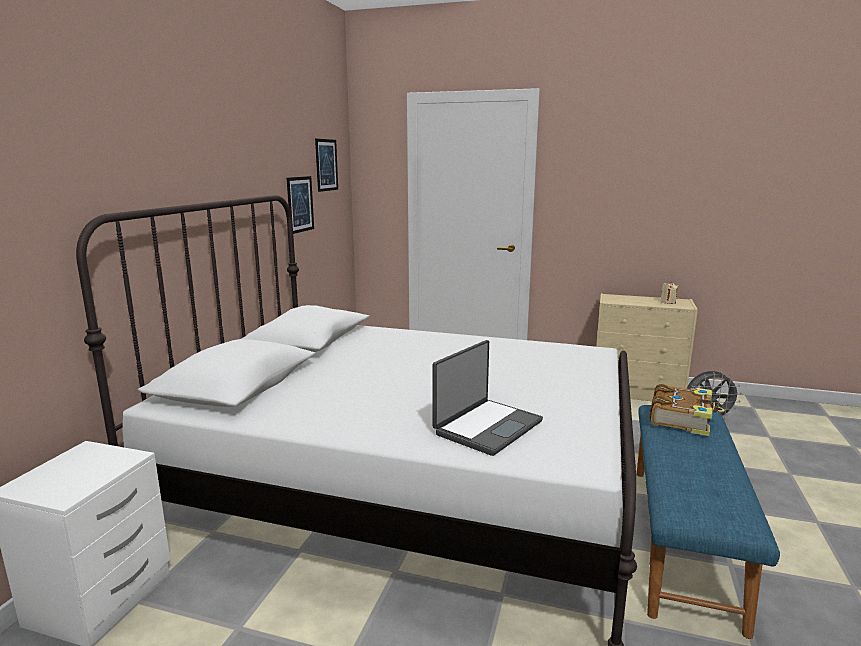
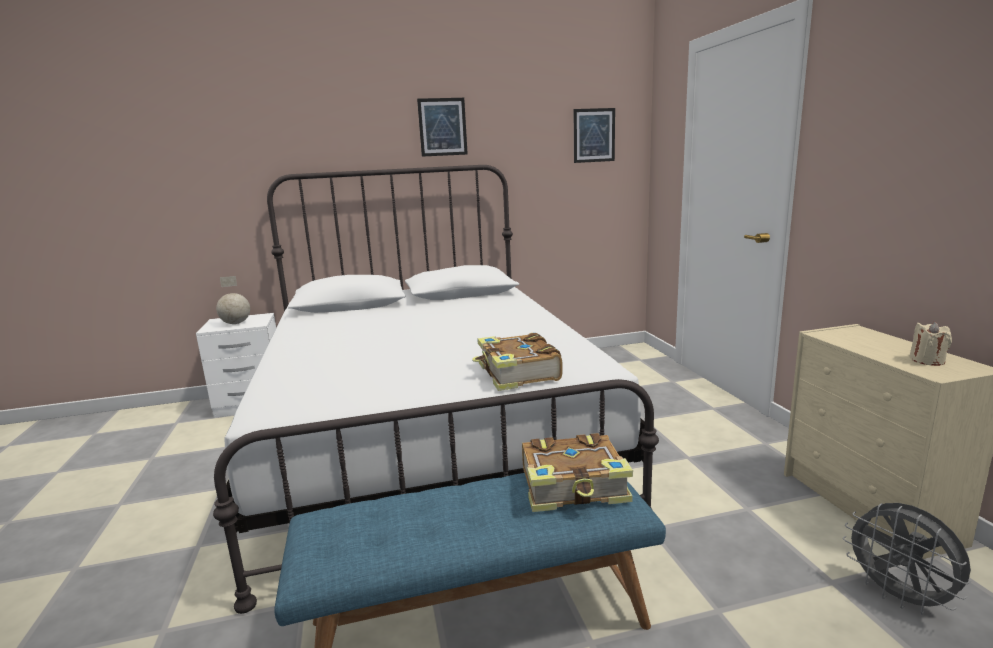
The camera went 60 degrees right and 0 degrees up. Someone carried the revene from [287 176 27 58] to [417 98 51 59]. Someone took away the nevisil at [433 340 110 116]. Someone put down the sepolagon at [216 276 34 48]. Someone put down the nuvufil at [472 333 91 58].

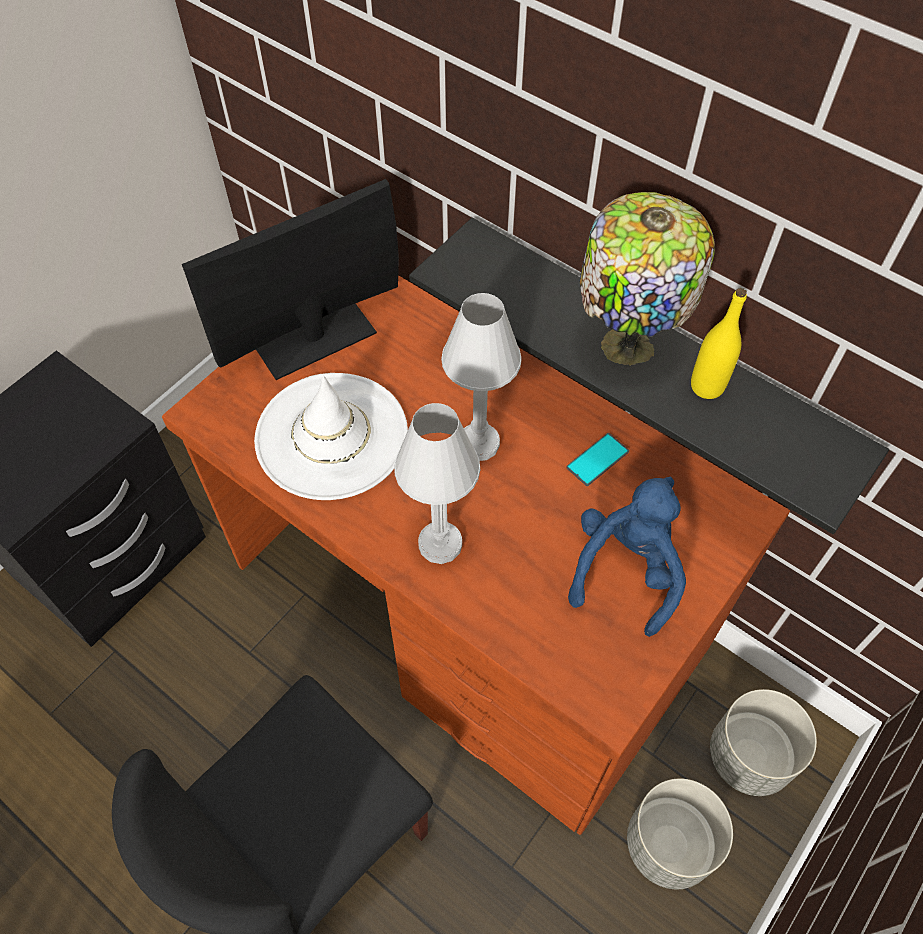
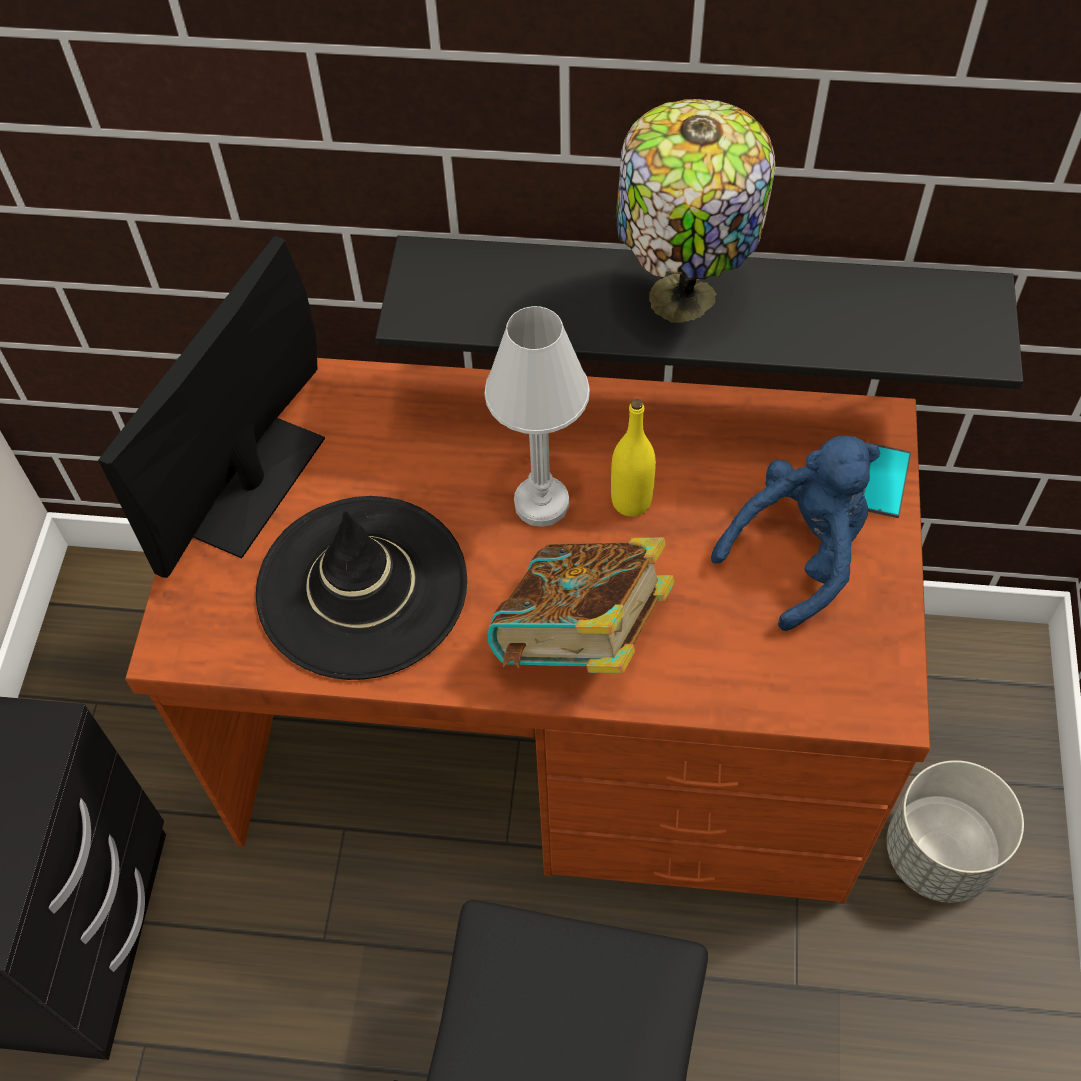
The camera went 30 degrees left and 0 degrees up. Someone repainted the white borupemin at [254 373 154 127], which became the black borupemin at [256 496 211 184]. Someone swapped the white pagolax at [394 403 86 161] for the nuvufil at [487 537 188 137]. Someone carried the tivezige from [566 433 63 53] to [864 444 47 74]. Someone rotated the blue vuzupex at [568 477 118 160] by 60 degrees clockwise. Someone carried the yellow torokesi from [691 288 56 111] to [611 399 45 118]. Someone took away the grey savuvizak at [710 689 107 107].

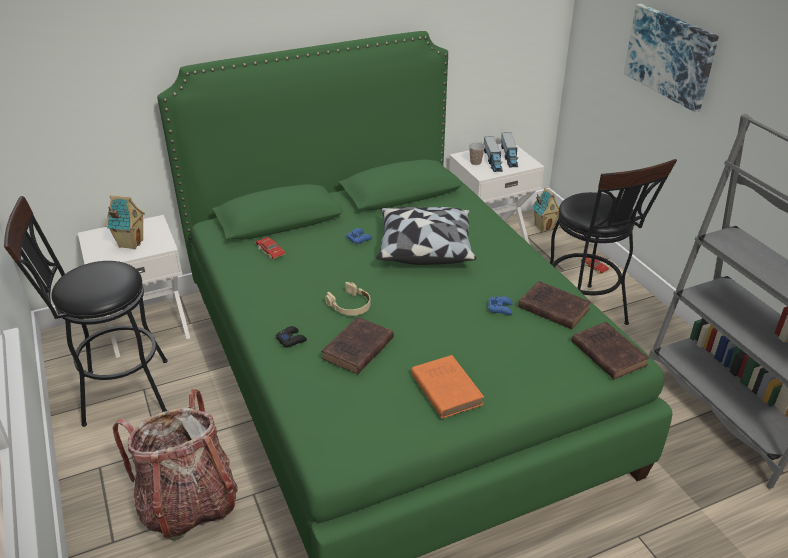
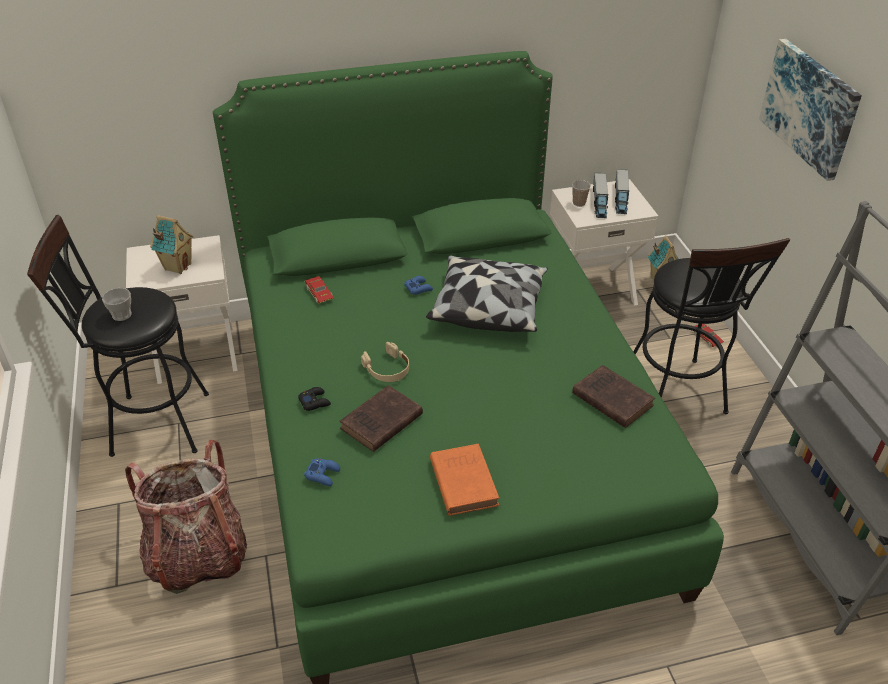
The camera went 10 degrees right and 5 degrees up. Someone carried the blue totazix from [488 296 25 19] to [304 458 36 28]. Someone took away the brown nuvufil at [572 322 77 58]. Someone put down the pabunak at [102 288 30 33].

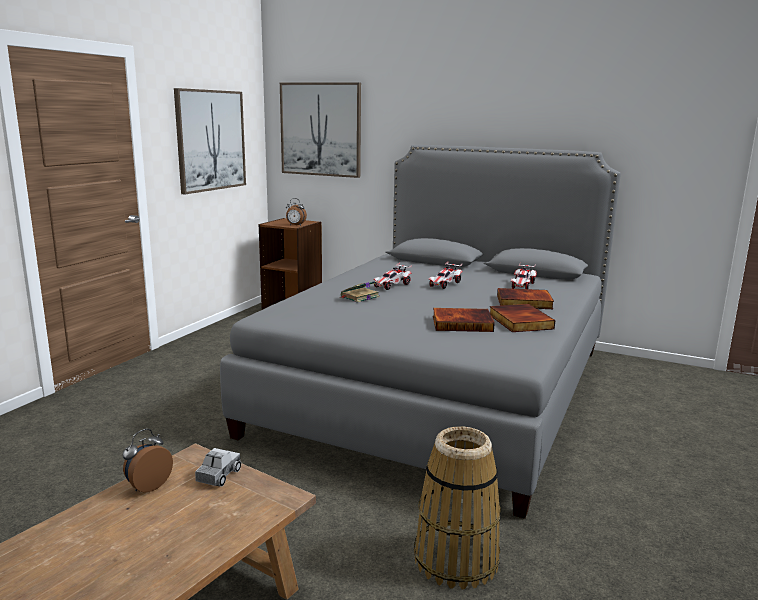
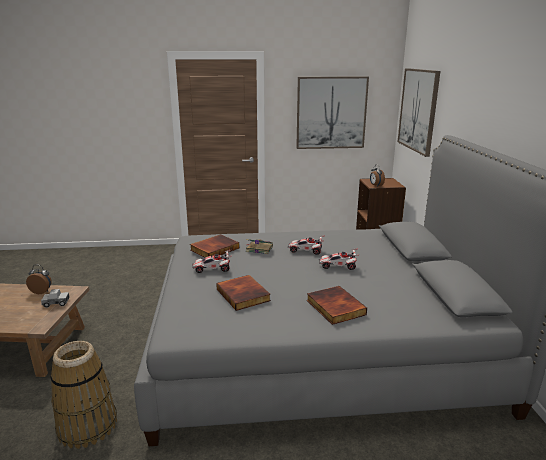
The camera went 60 degrees right and 5 degrees up. Someone carried the nuvufil from [490 304 65 28] to [190 234 49 23]. Someone carried the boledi from [511 263 26 26] to [192 250 40 23].

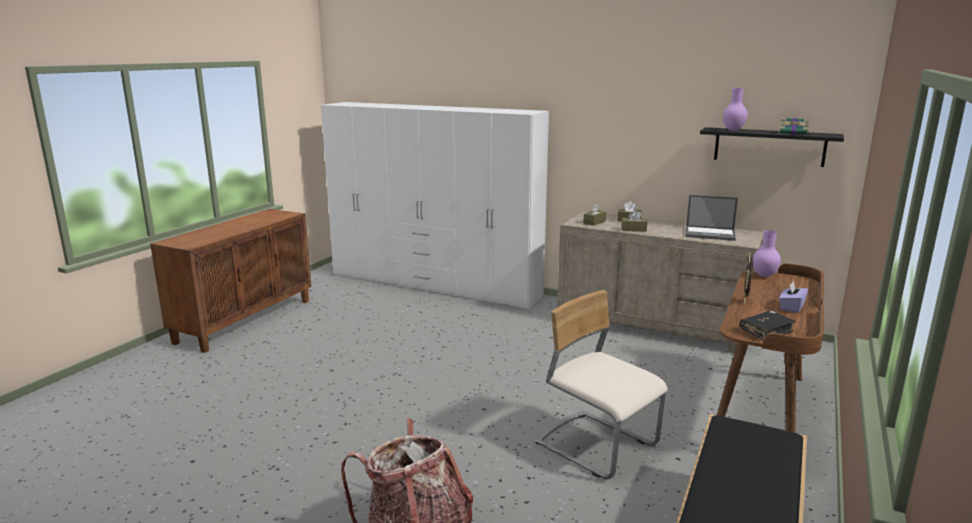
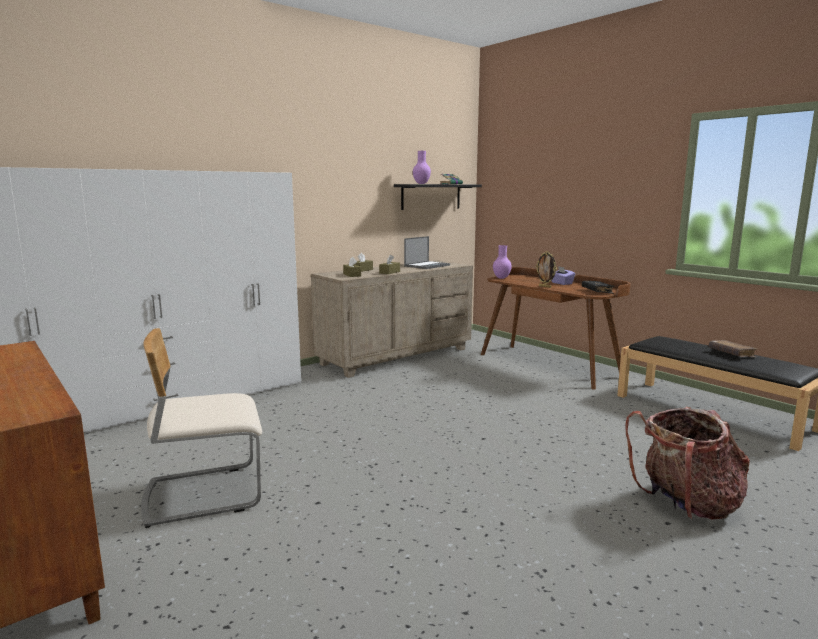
The camera went 65 degrees left and 5 degrees down. Someone carried the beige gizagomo from [535 290 133 189] to [141 328 121 200]. Someone put down the brown nuvufil at [709 340 48 17].

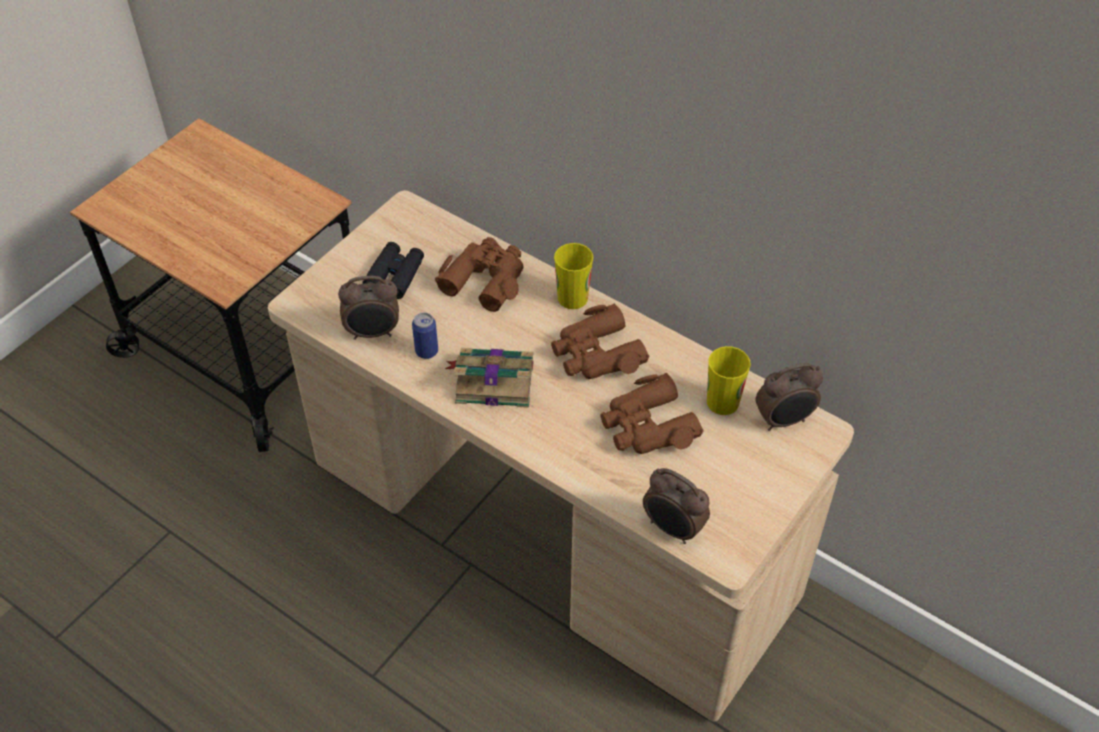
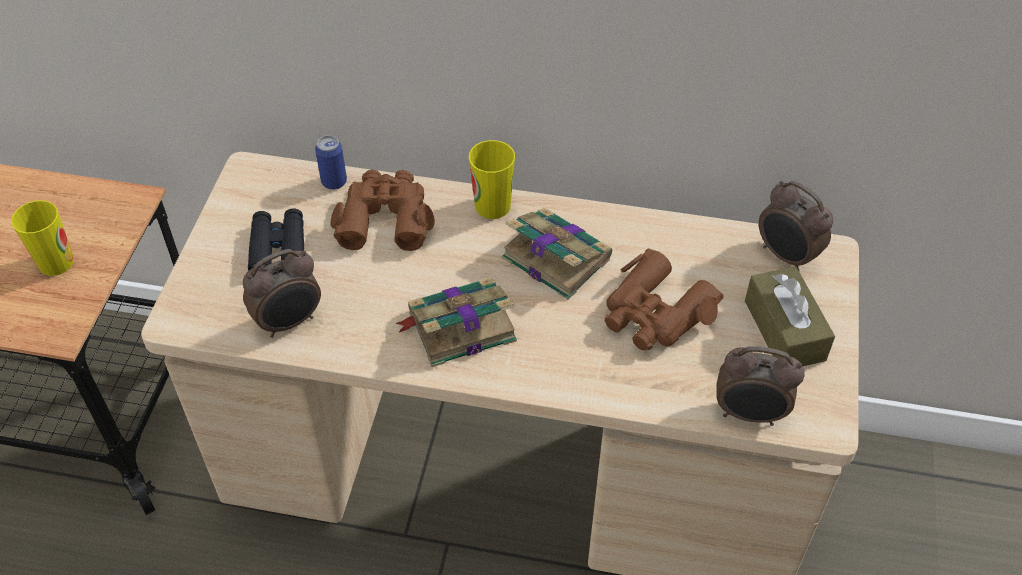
The camera went 25 degrees left and 0 degrees up. Someone carried the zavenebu from [412 312 26 47] to [315 135 32 55]. Someone swapped the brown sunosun at [551 303 98 76] for the nuvufil at [502 208 110 92]. Someone carried the pabunak from [707 346 44 69] to [11 200 63 76]. Someone rotated the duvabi at [756 363 67 68] by 90 degrees clockwise. Someone put down the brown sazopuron at [745 267 90 99].

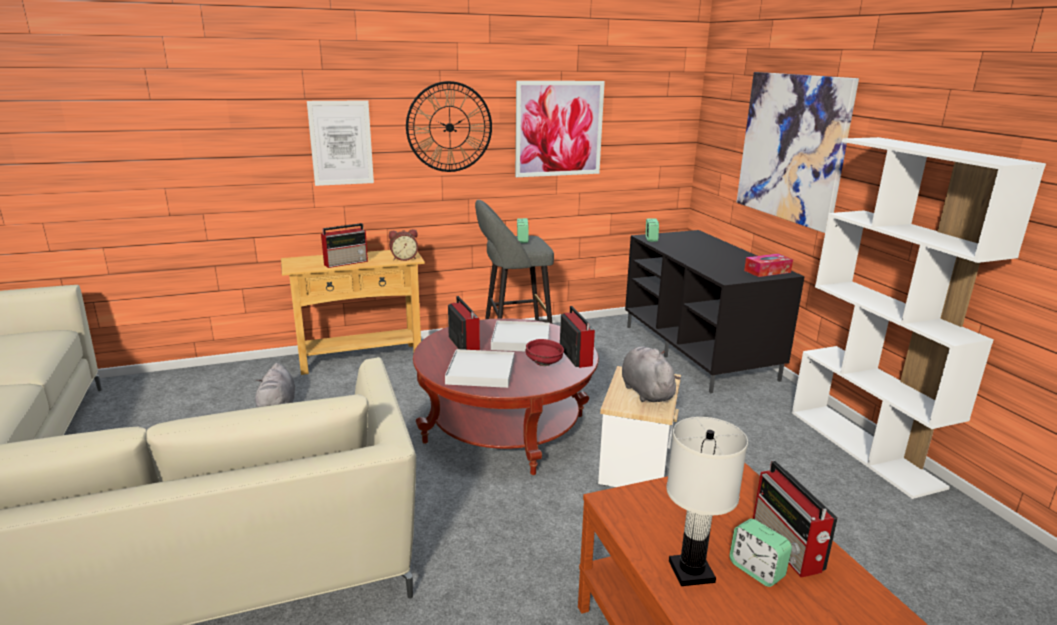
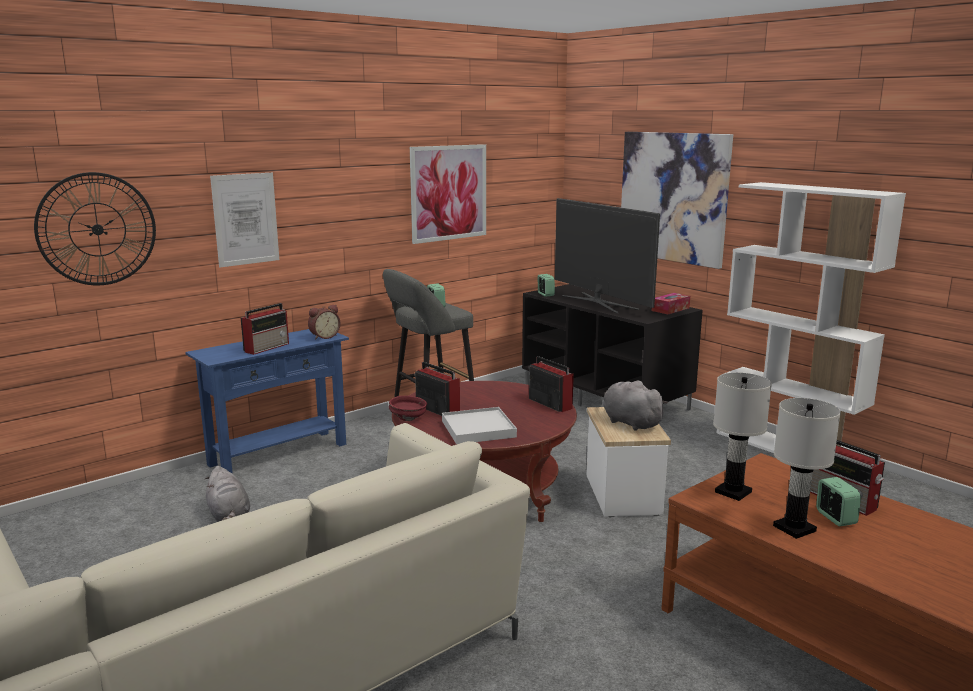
The camera went 20 degrees left and 5 degrees down. Someone repainted the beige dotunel at [281 250 144 125], which became the blue dotunel at [185 329 164 145]. Someone carried the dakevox from [406 81 86 91] to [34 172 122 113]. Someone took away the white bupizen at [491 321 58 30]. Someone carried the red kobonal from [525 339 39 27] to [389 396 38 25]. Someone rotated the duvabi at [729 519 63 68] by 135 degrees counterclockwise. Someone put down the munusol at [555 198 105 115]. Someone put down the white pagolax at [713 372 59 129].

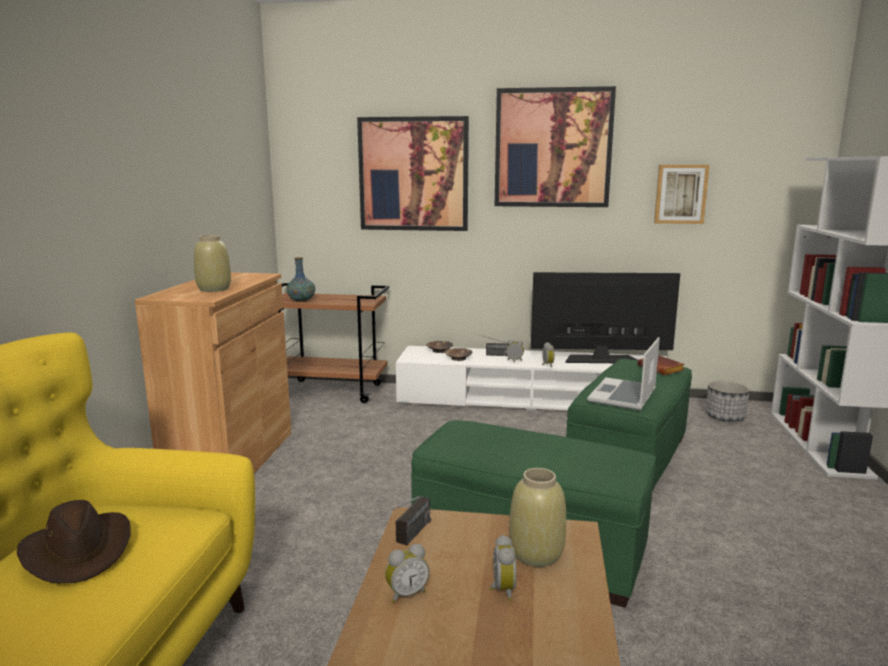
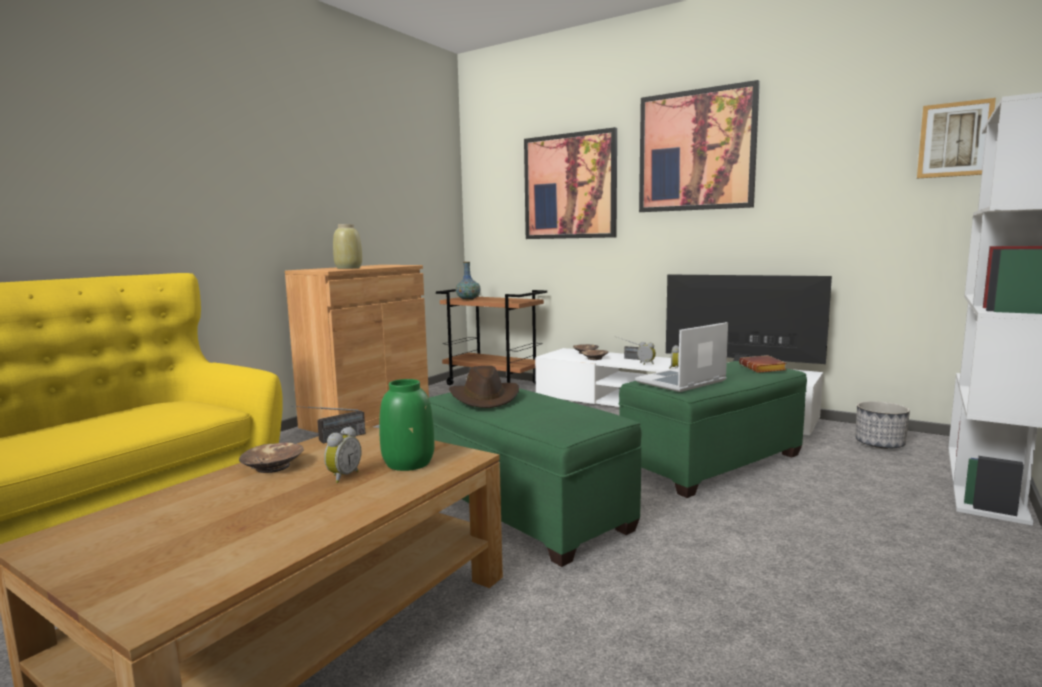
The camera went 25 degrees right and 5 degrees down. Someone carried the brown borupemin from [17 500 114 83] to [449 366 70 42]. Someone swapped the duvabi at [385 544 44 59] for the brown kobonal at [239 442 65 31]. Someone repainted the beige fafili at [509 468 57 99], which became the green fafili at [379 379 56 92]. Someone carried the revene from [654 165 56 59] to [917 98 79 80].

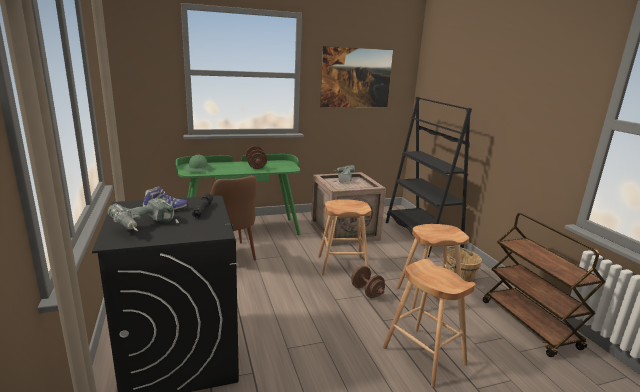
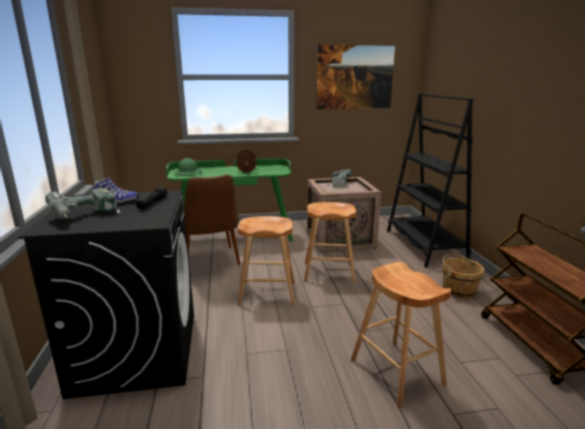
The camera went 10 degrees right and 0 degrees up. Someone took away the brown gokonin at [351 266 34 32]. Someone carried the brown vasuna from [397 224 72 86] to [238 216 57 90].

